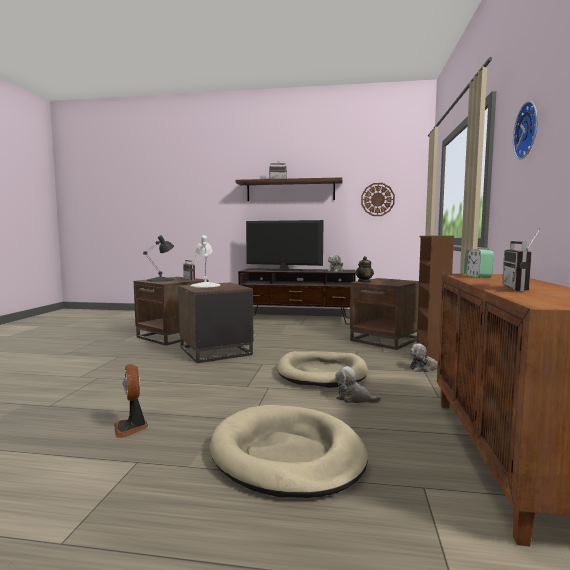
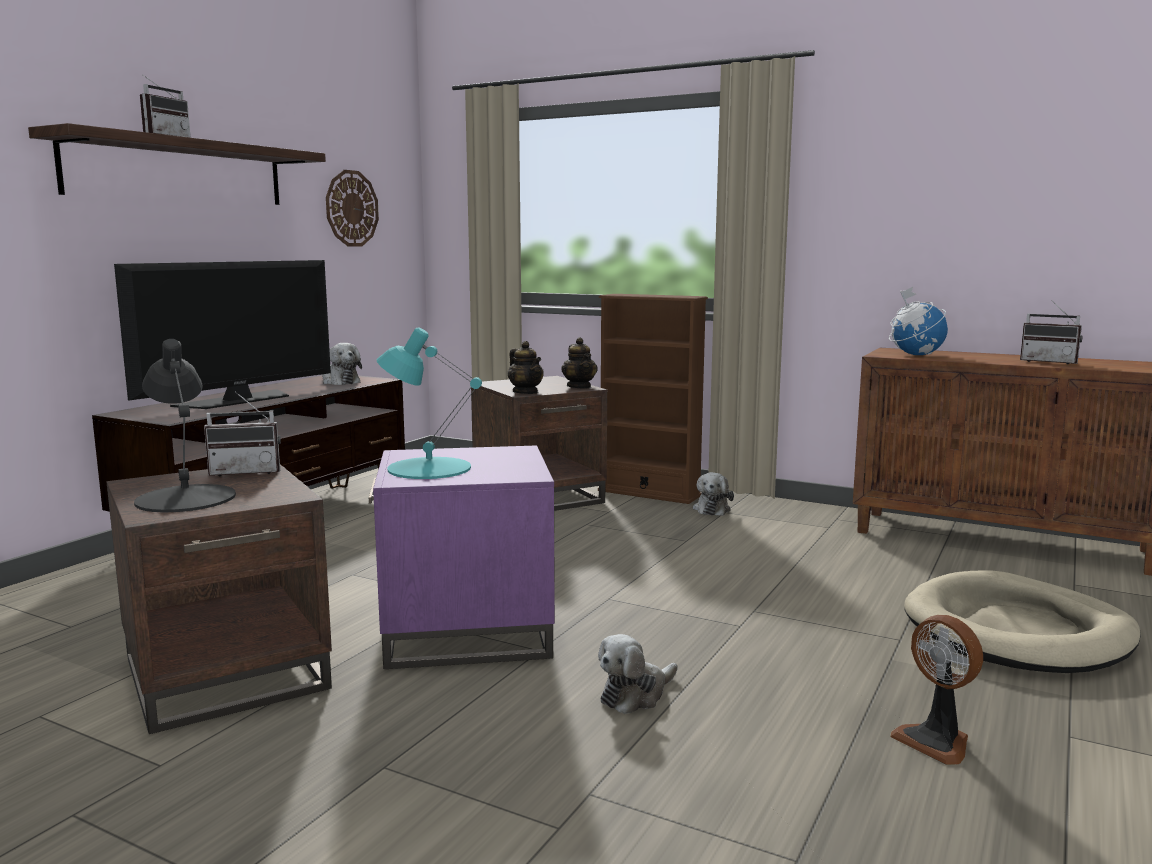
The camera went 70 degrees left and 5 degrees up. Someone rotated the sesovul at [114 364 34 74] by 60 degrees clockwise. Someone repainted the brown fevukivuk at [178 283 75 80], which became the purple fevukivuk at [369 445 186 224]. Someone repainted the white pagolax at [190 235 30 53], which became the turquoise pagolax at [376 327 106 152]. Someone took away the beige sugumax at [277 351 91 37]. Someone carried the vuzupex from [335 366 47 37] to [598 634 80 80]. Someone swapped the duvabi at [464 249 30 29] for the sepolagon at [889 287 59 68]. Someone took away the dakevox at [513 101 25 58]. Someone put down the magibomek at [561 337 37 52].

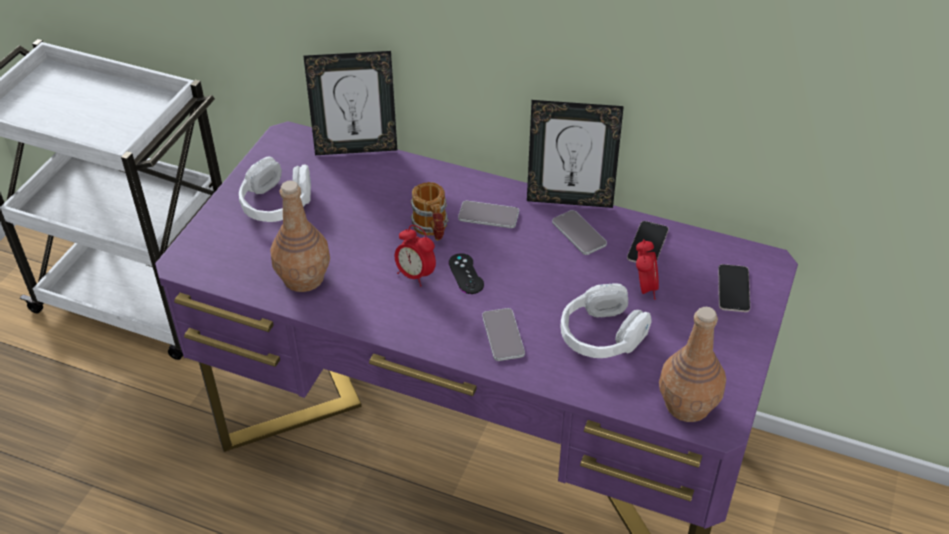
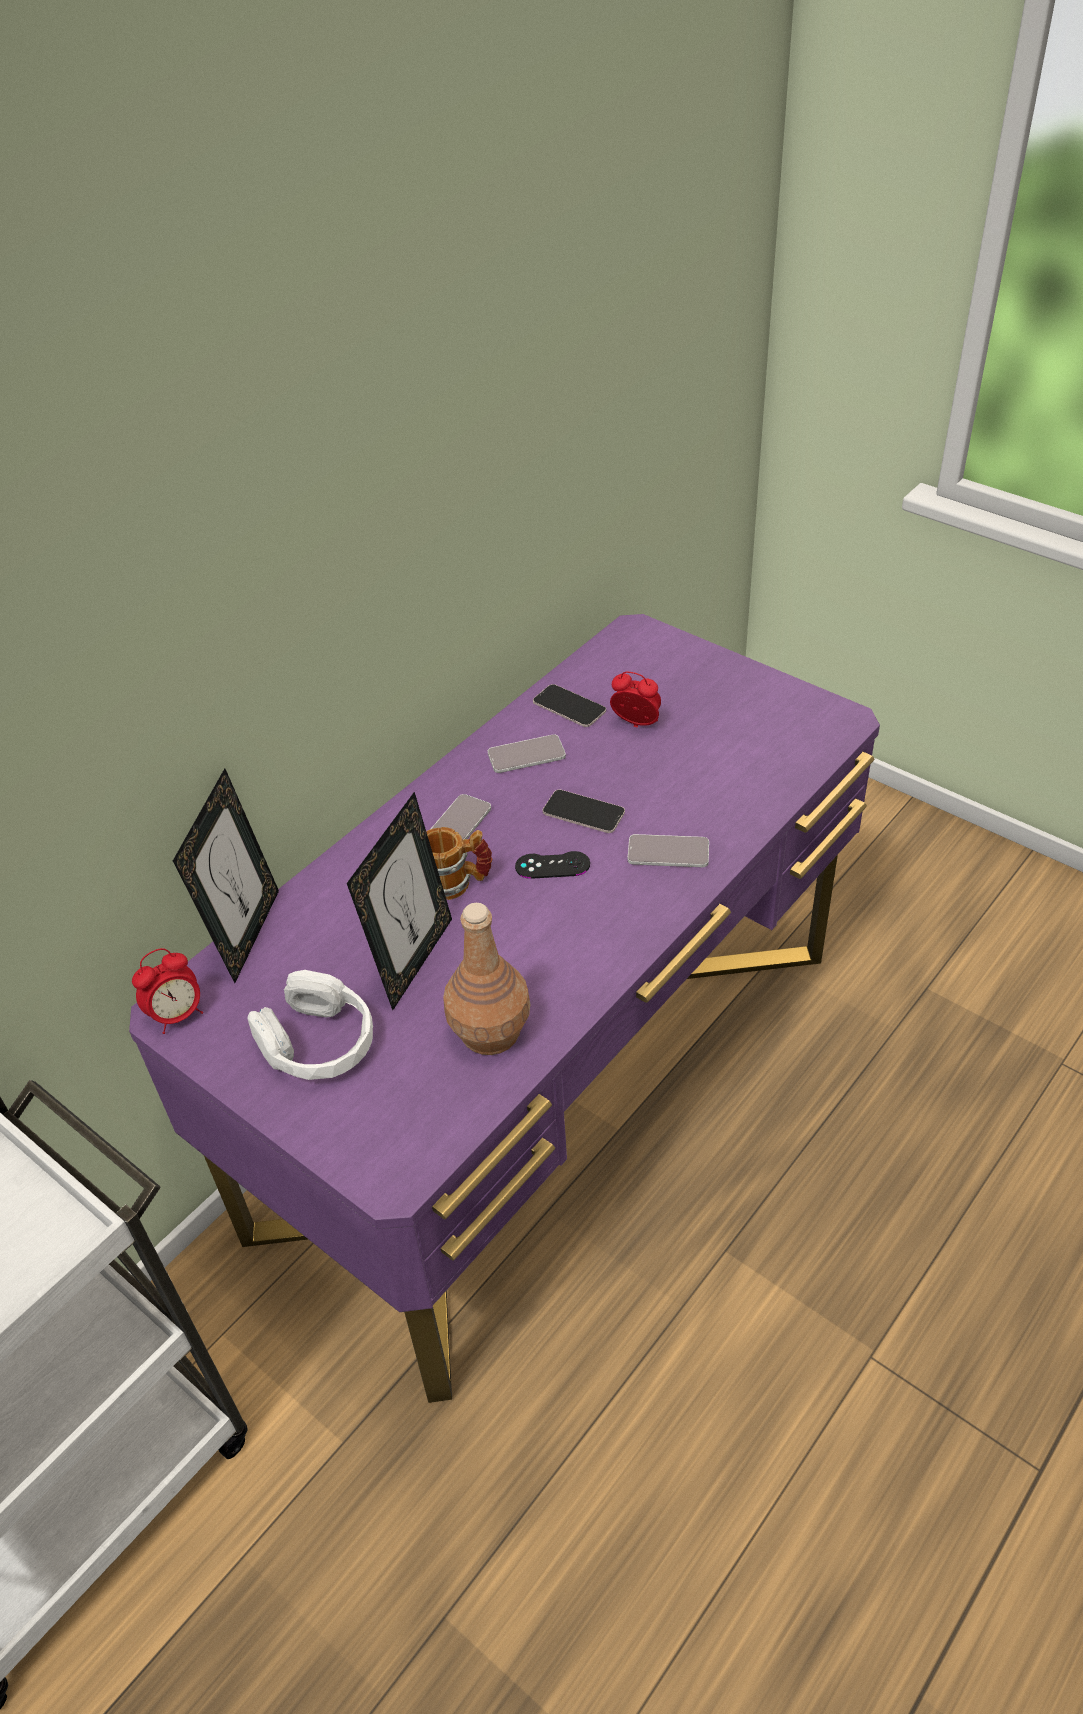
The camera went 70 degrees left and 0 degrees up. Someone carried the duvabi from [395 225 41 62] to [132 948 71 86]. Someone carried the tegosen from [527 100 97 108] to [347 792 105 218]. Someone took away the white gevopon at [561 283 91 75]. Someone took away the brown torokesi at [659 307 67 115]. Someone carried the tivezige from [718 264 32 48] to [543 789 82 44].

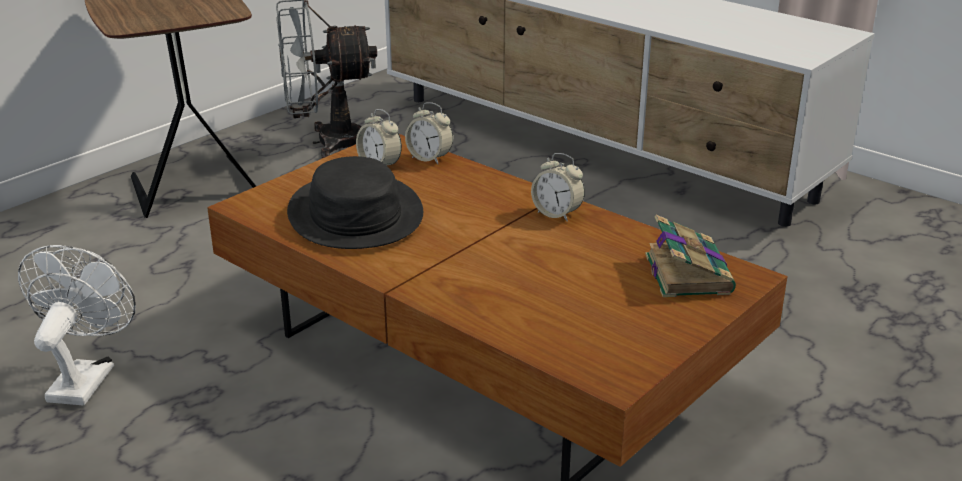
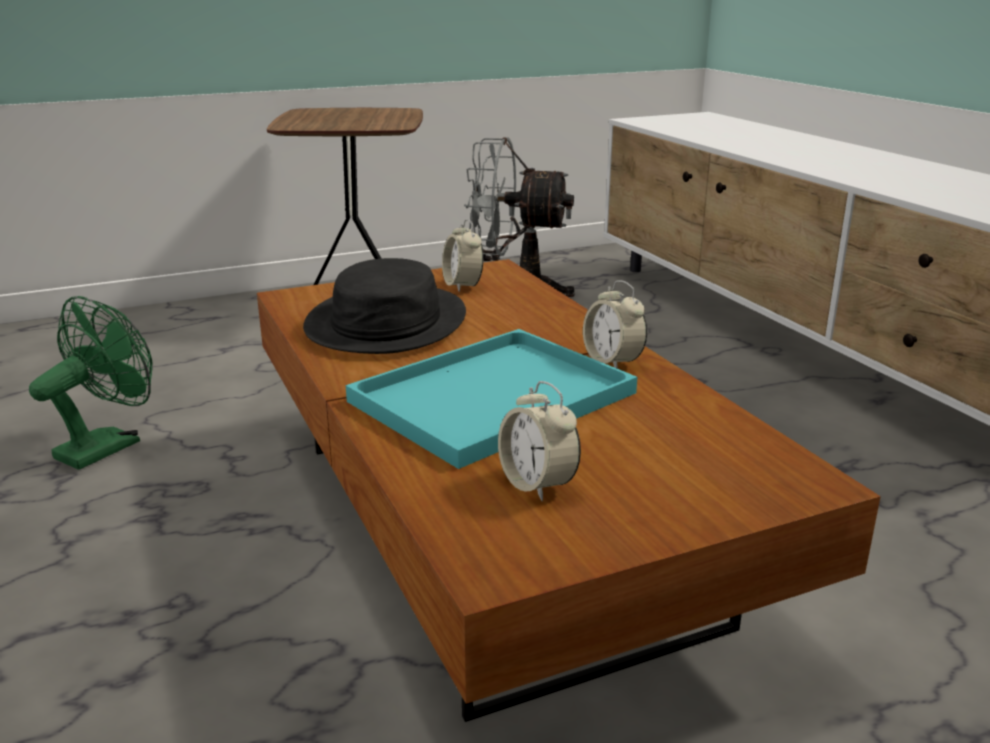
The camera went 25 degrees right and 5 degrees down. Someone repainted the white sesovul at [18 245 118 160], which became the green sesovul at [29 296 124 174]. Someone carried the duvabi from [405 102 48 62] to [498 381 83 120]. Someone took away the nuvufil at [645 215 91 82]. Someone put down the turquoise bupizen at [346 329 291 140].

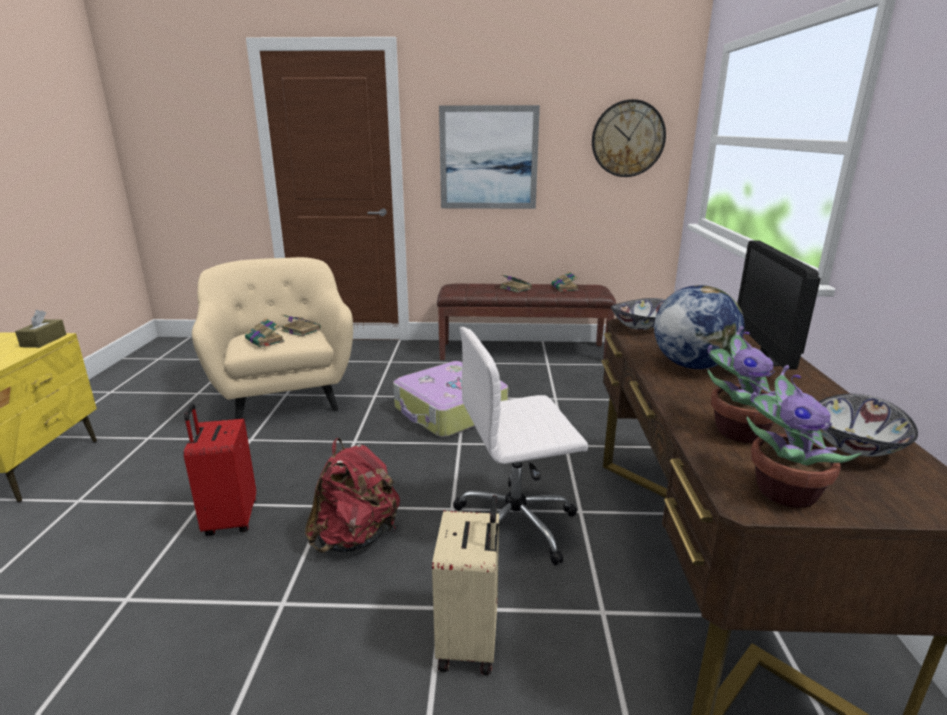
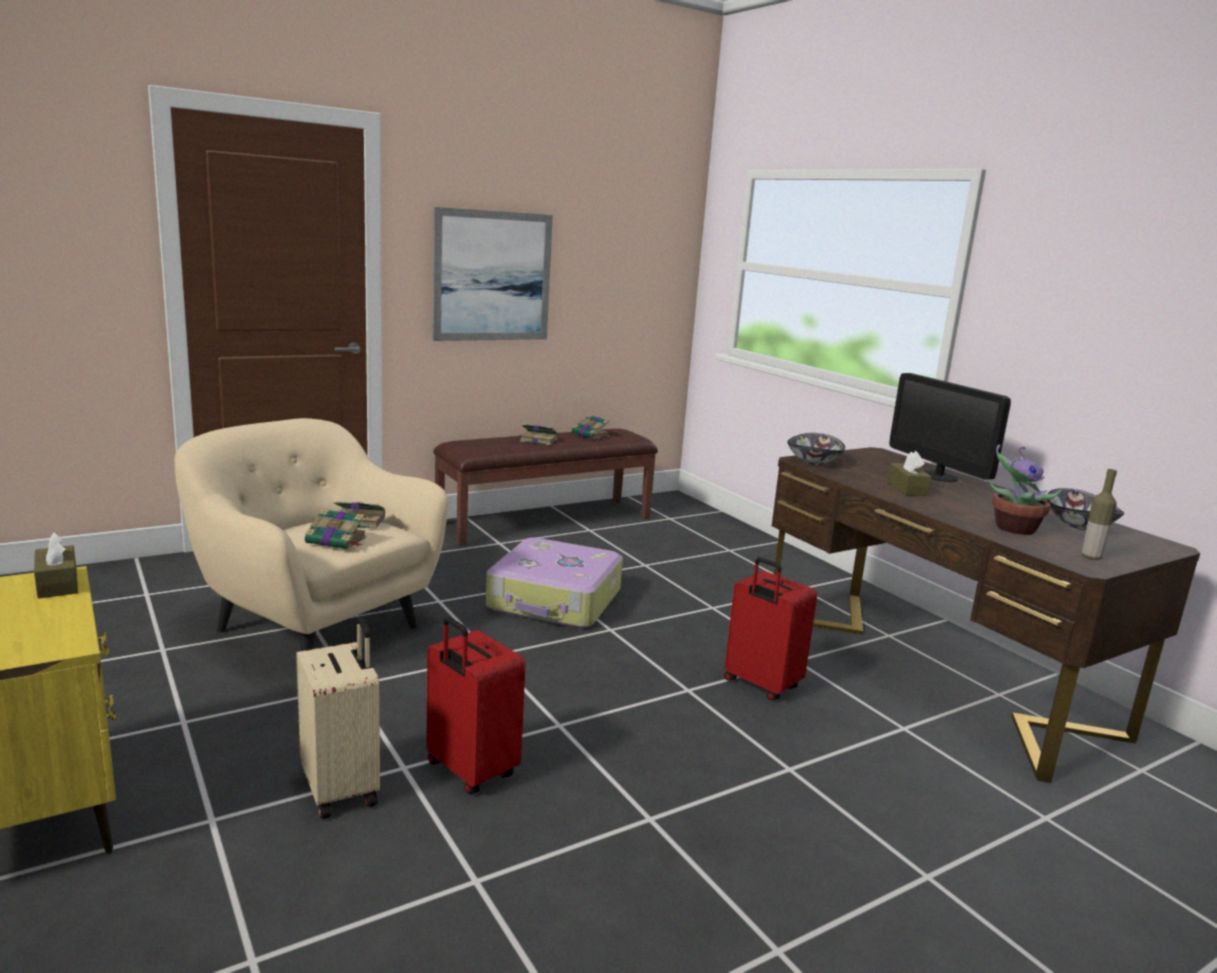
The camera went 35 degrees left and 5 degrees down. Someone took away the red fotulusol at [305 438 95 115]. Someone carried the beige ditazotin from [432 495 67 180] to [296 616 84 203]. Someone swapped the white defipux at [453 327 135 239] for the red ditazotin at [724 557 93 144]. Someone took away the dakevox at [592 99 74 78]. Someone swapped the sepolagon at [654 285 91 84] for the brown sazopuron at [887 451 45 45]. Someone swapped the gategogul at [747 365 115 143] for the torokesi at [1082 469 35 91].

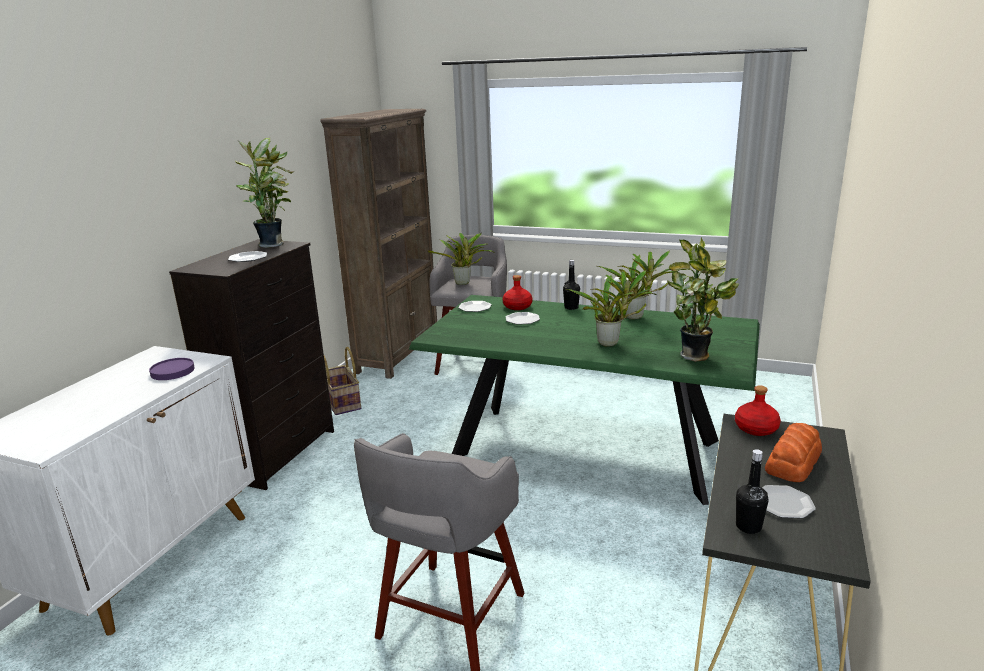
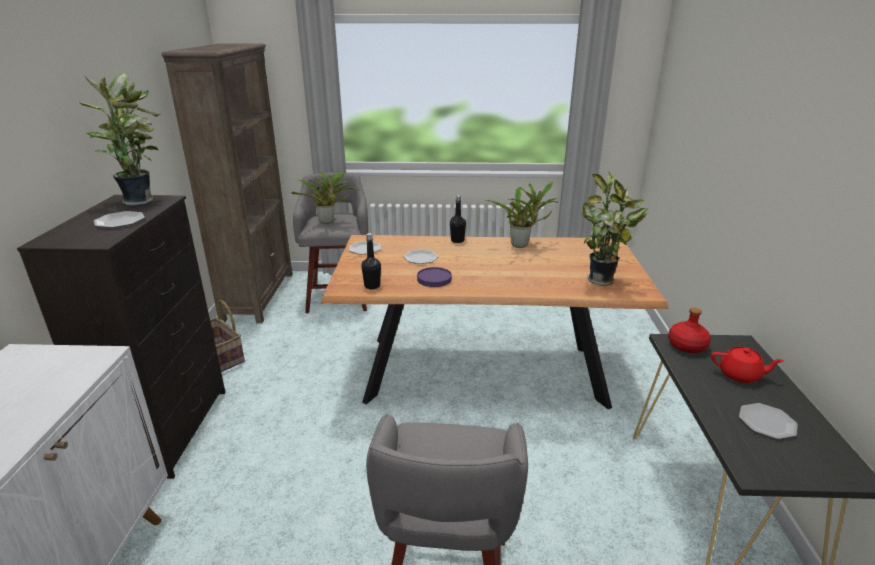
The camera went 20 degrees left and 5 degrees up. Someone carried the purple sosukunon from [149 358 46 22] to [417 267 35 20]. Someone repainted the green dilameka at [409 295 351 210], which became the brown dilameka at [321 235 348 175]. Someone took away the red torokesi at [503 275 29 35]. Someone took away the gategogul at [565 270 91 77]. Someone carried the black torokesi from [736 449 33 85] to [361 233 20 56]. Someone swapped the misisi at [765 423 57 59] for the red magibomek at [711 347 73 36].

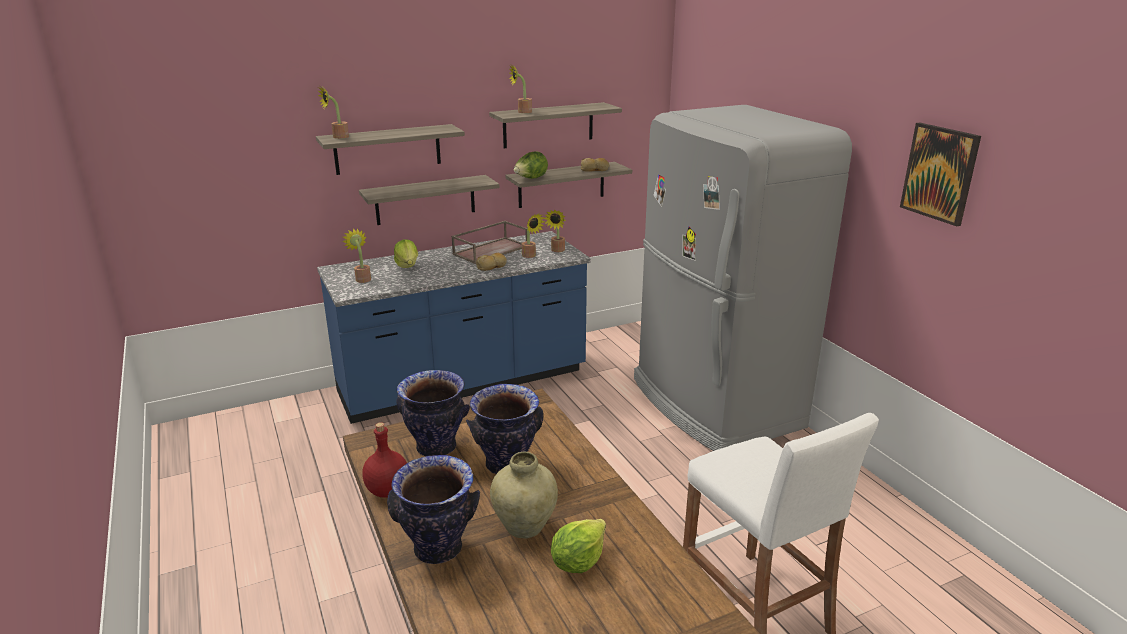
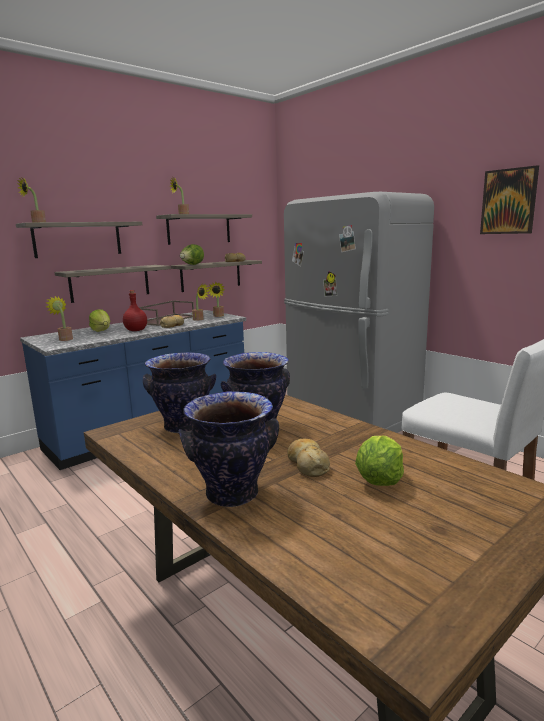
The camera went 15 degrees left and 10 degrees down. Someone carried the red torokesi from [362 422 45 76] to [123 290 24 41]. Someone swapped the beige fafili at [490 452 68 86] for the misisi at [288 439 42 38].

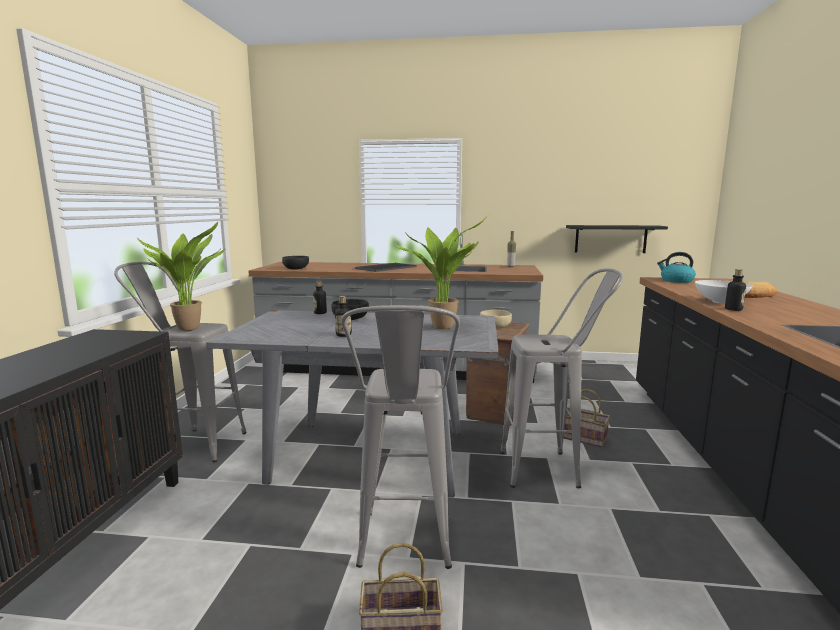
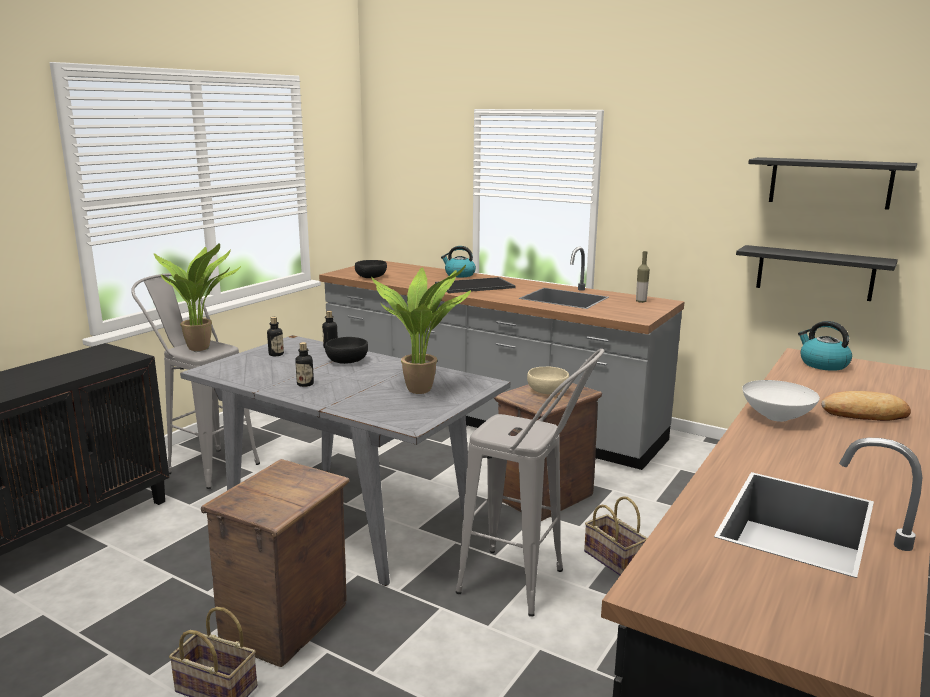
The camera went 25 degrees right and 5 degrees up. Someone swapped the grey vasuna at [341 305 119 264] for the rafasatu at [201 459 149 208]. Someone carried the torokesi from [725 269 21 42] to [267 317 17 39]. Someone put down the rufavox at [441 246 35 32]. Someone put up the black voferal at [748 157 169 53].

